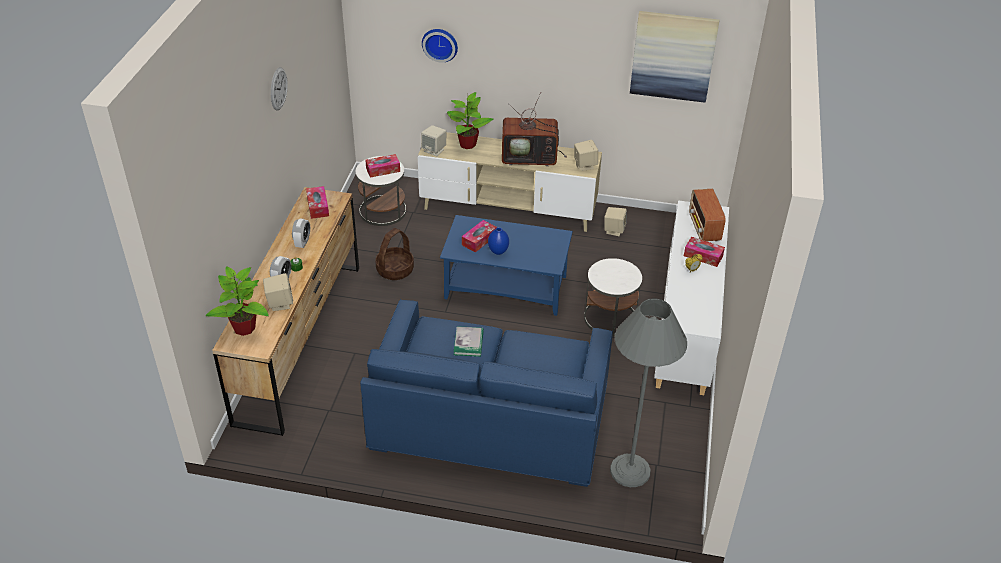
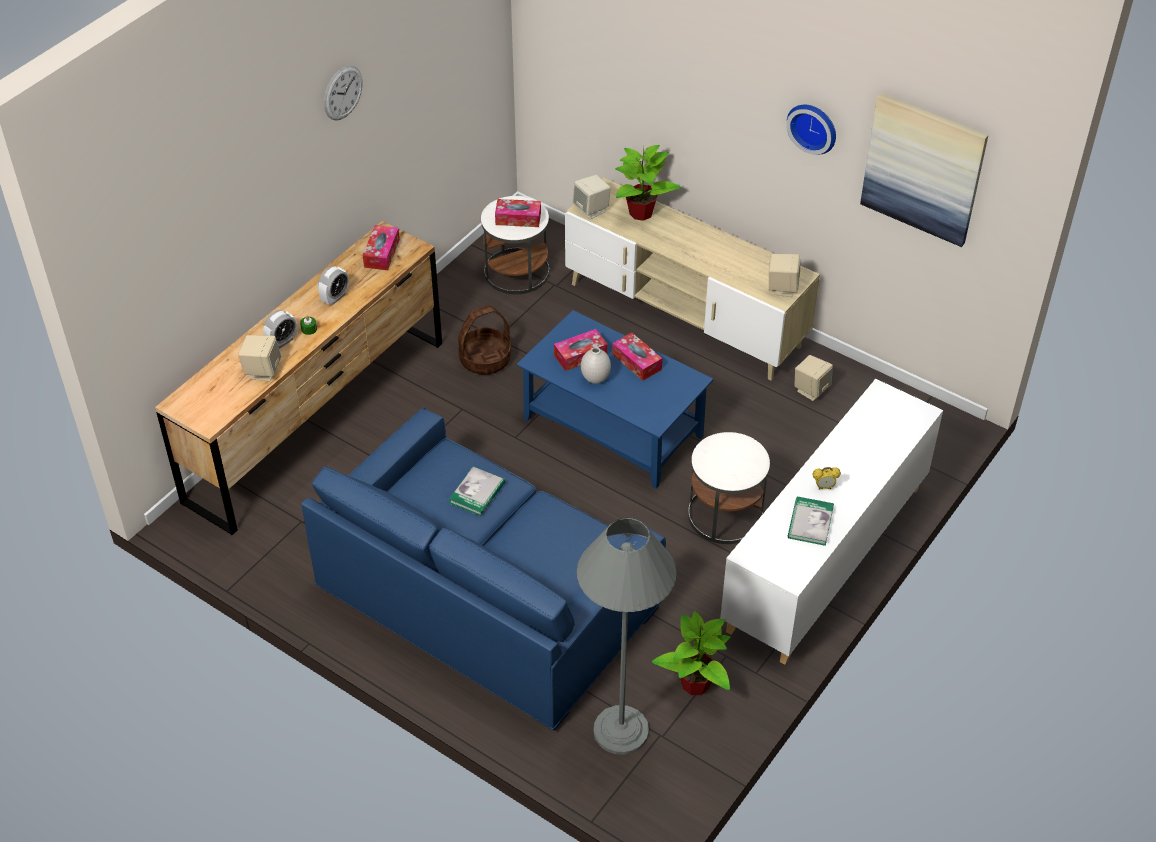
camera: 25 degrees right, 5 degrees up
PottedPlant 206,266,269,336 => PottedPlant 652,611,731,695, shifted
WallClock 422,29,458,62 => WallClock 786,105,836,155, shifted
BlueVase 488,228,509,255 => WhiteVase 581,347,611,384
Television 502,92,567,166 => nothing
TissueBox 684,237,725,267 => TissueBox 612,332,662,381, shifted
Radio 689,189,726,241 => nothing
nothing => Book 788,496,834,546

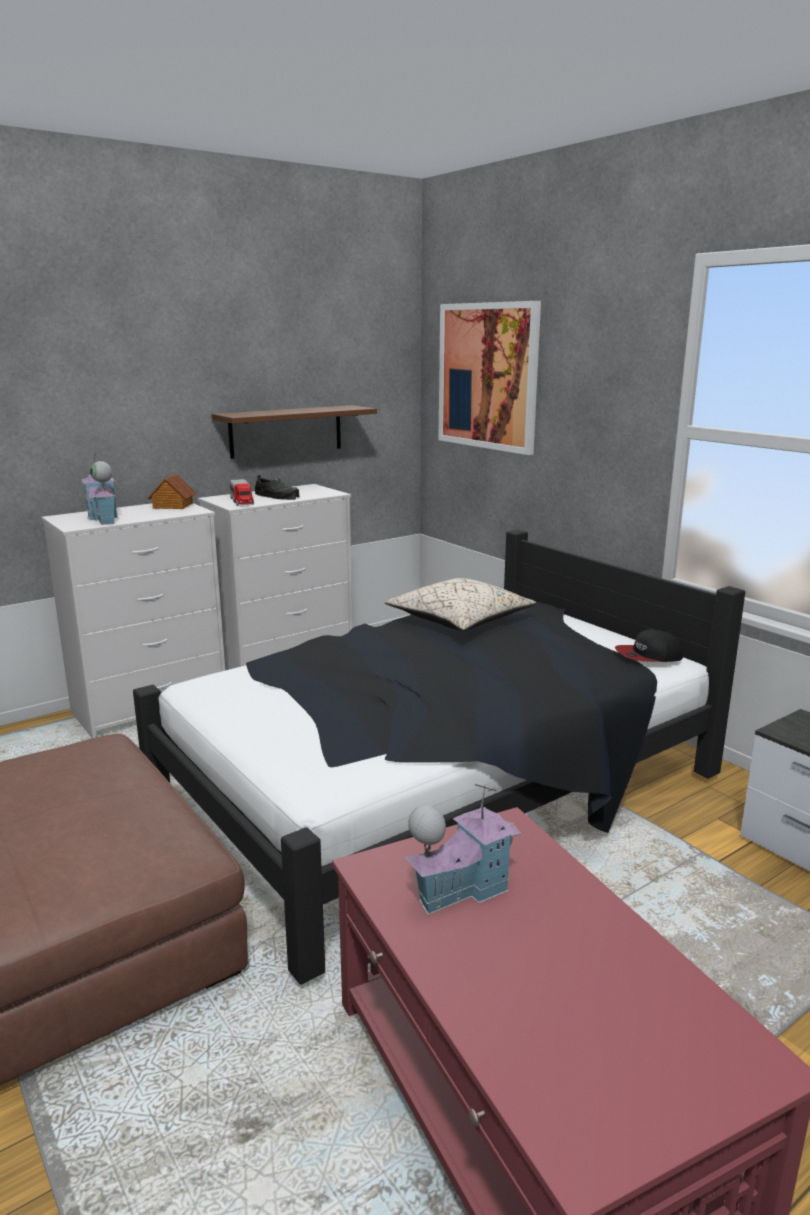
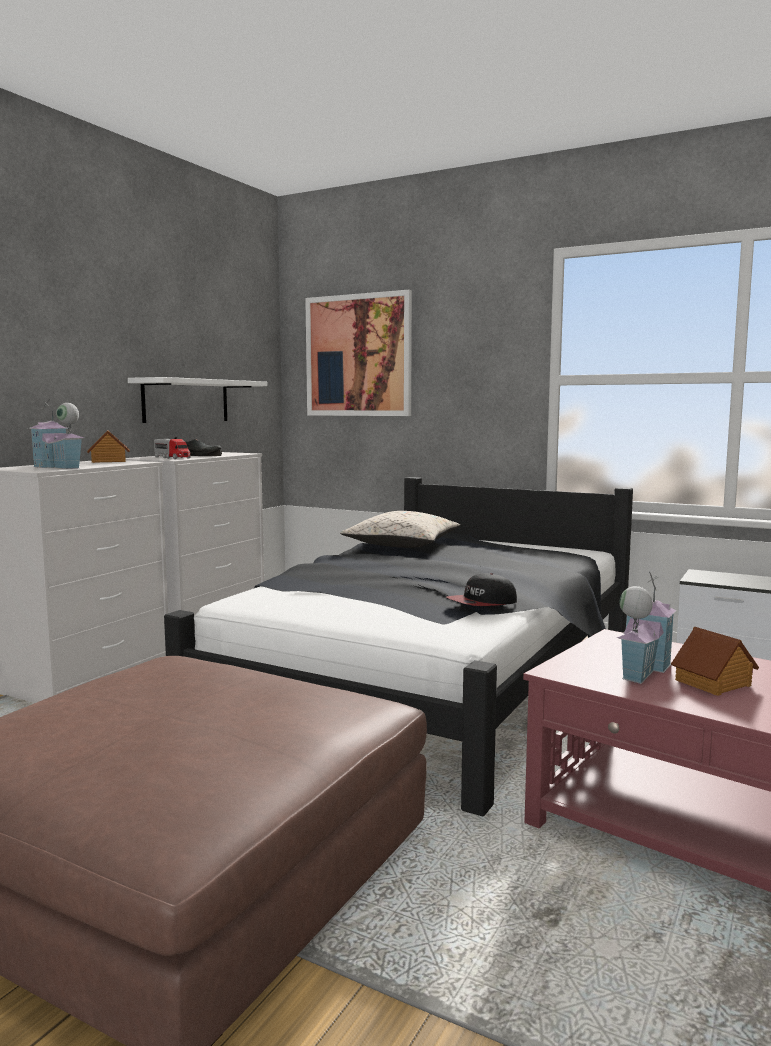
camera: 25 degrees left, 10 degrees down
BrownShelf 211,405,377,459 => WhiteShelf 128,377,267,423
Cap 615,629,683,662 => Cap 447,573,517,606, shifted
nothing => ToyHouse 671,627,759,696

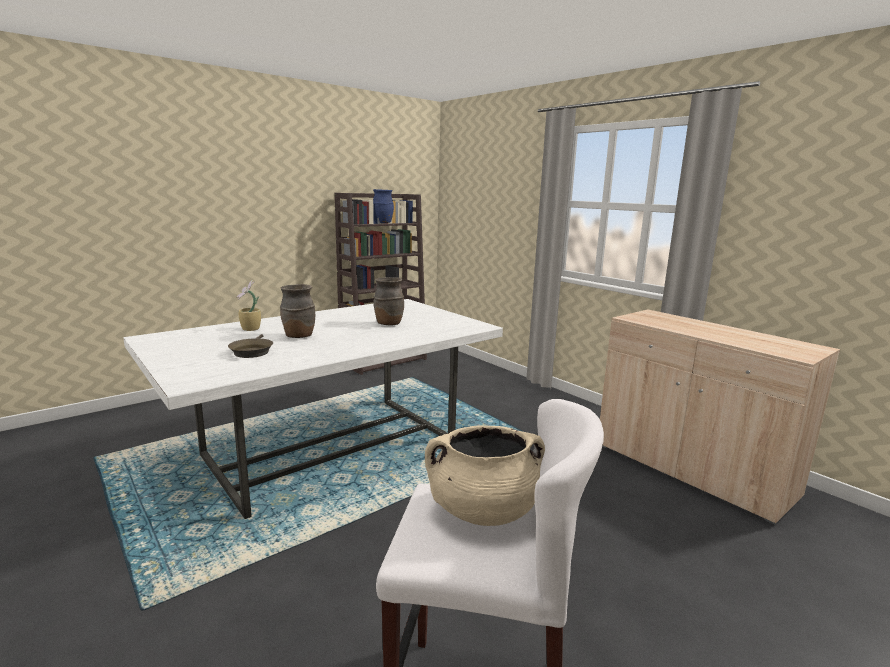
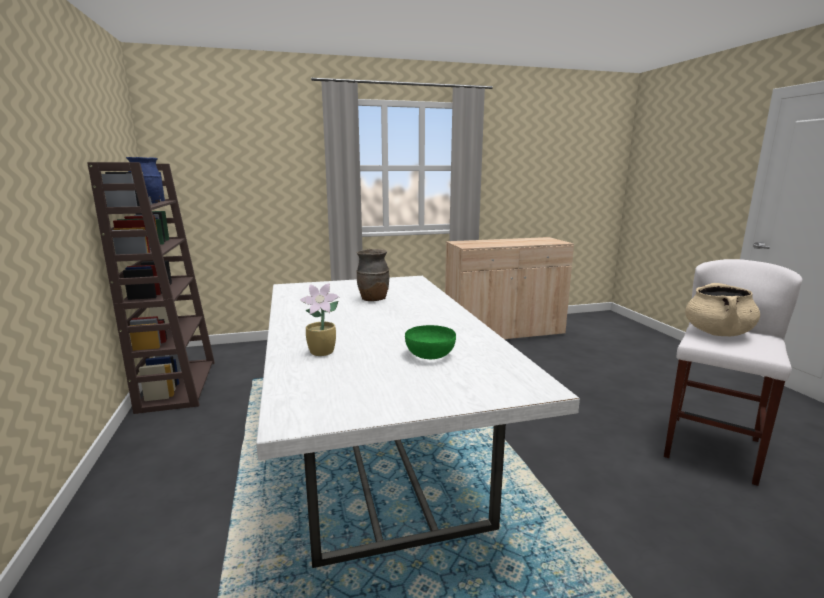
camera: 65 degrees left, 0 degrees up
BrownFryingPan 228,334,273,358 => GreenBowl 405,325,456,359
BrownVase 280,284,315,338 => nothing

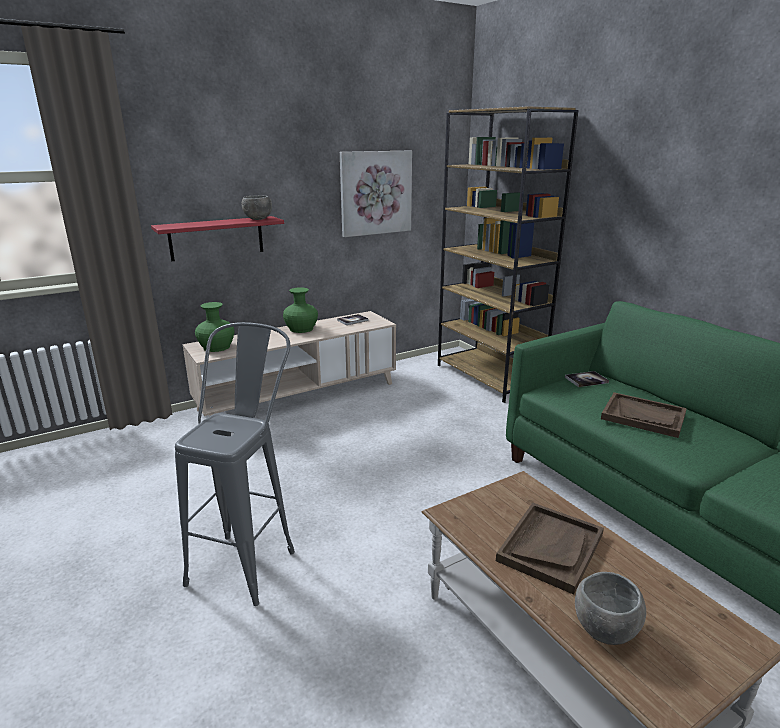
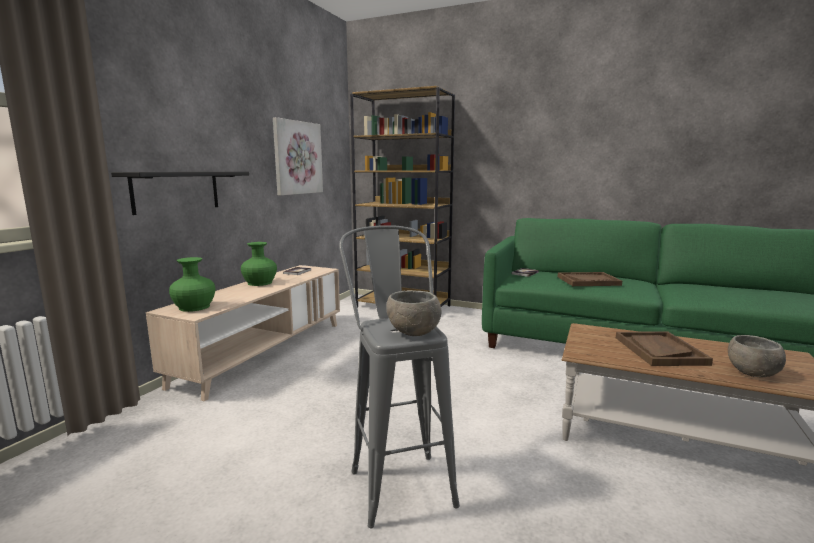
camera: 35 degrees left, 10 degrees down
RedShelf 151,216,284,261 => BlackShelf 111,172,249,215
GreyBowl 242,195,272,220 => GreyBowl 386,290,442,336, shifted

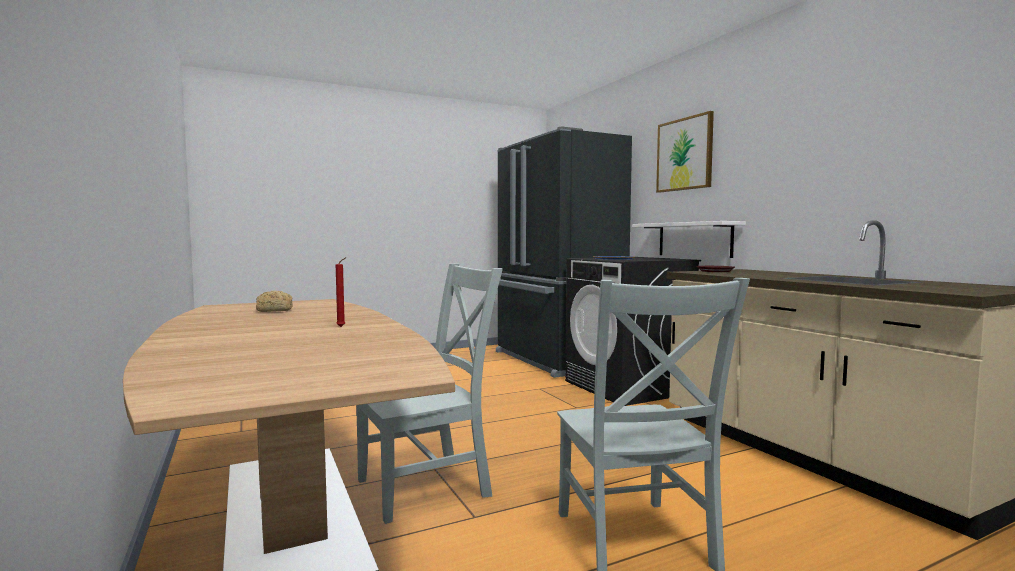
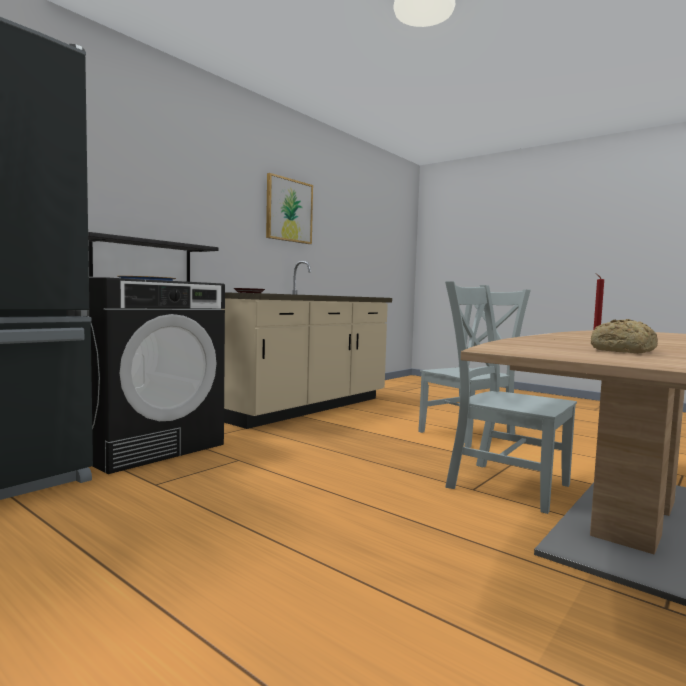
camera: 115 degrees left, 0 degrees up
WhiteShelf 632,221,746,258 => BlackShelf 88,232,218,282
Picture 656,111,714,193 => Picture 266,173,313,244, shifted

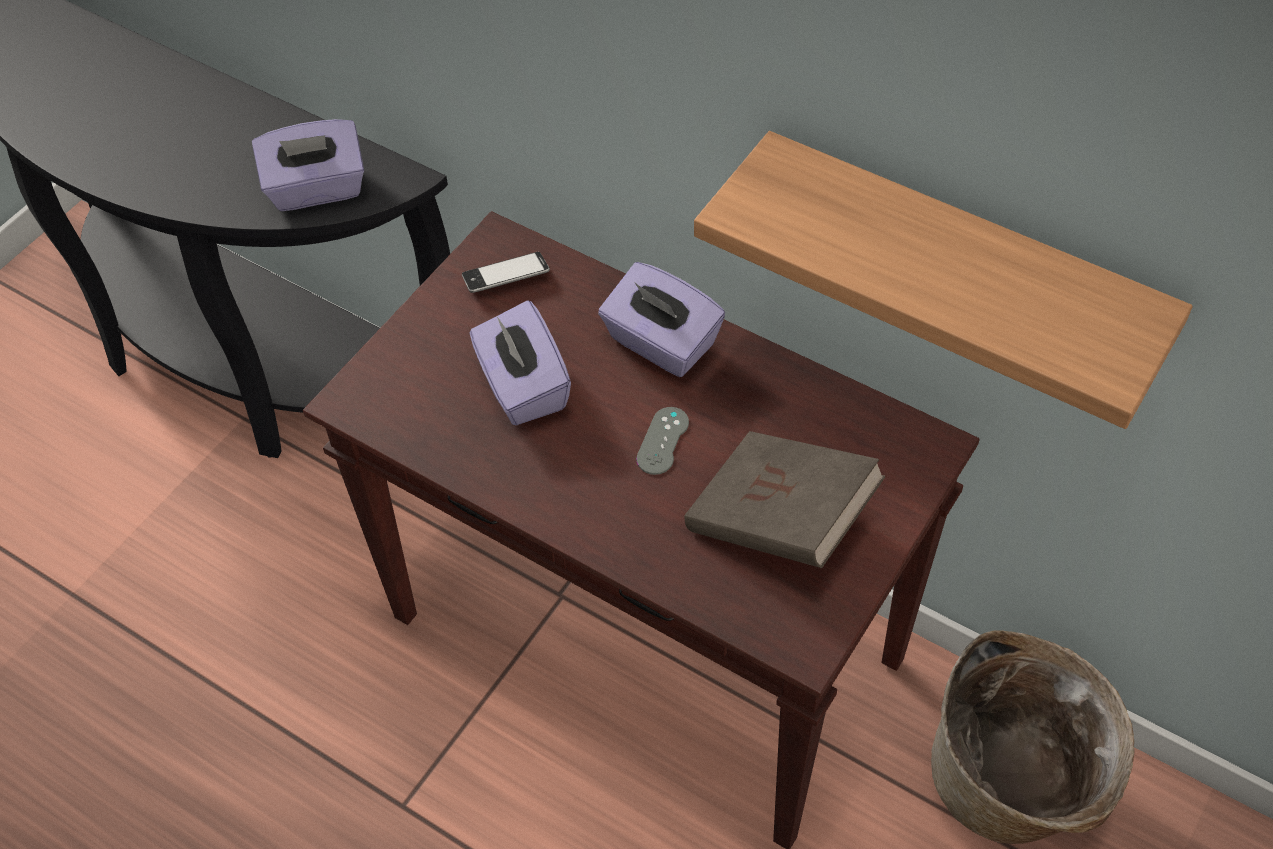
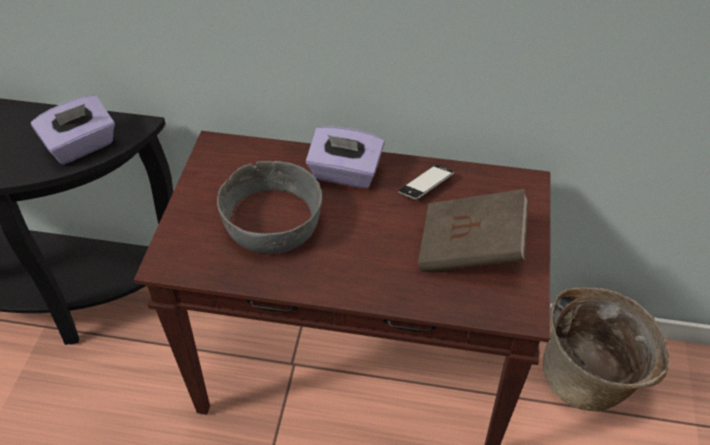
camera: 25 degrees left, 5 degrees down
Phone 462,252,550,293 => Phone 398,165,454,200, shifted
PurpleTissueBox 470,300,571,425 => GreyBowl 217,161,322,254
GreyGameController 636,407,689,475 => nothing
Shelf 694,131,1192,429 => nothing

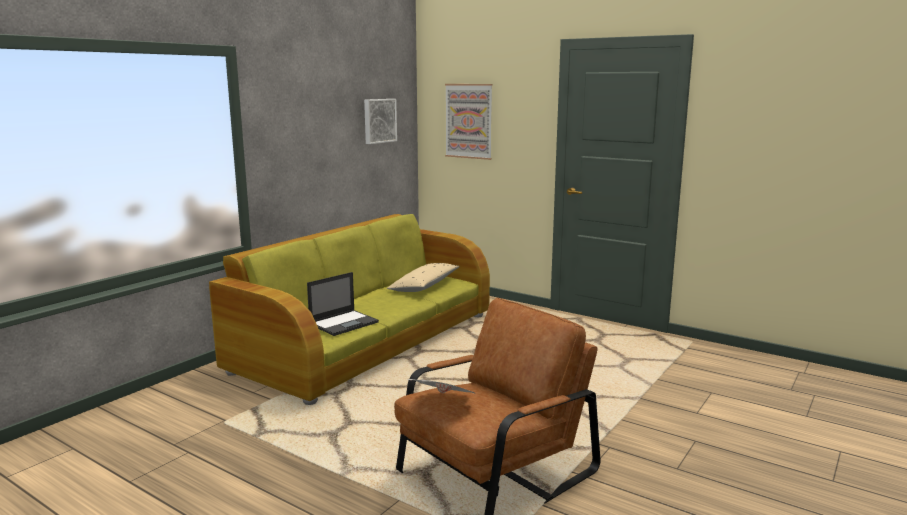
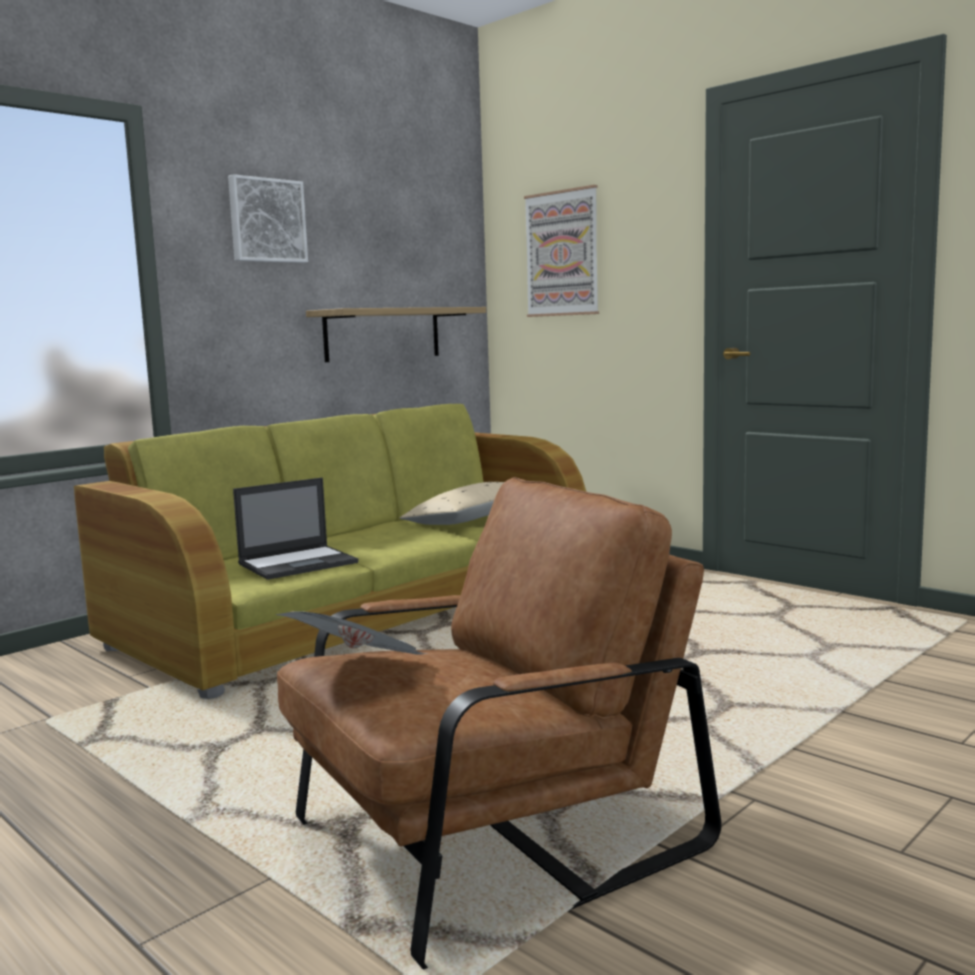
camera: 10 degrees right, 5 degrees down
Picture 364,99,397,144 => Picture 228,174,308,263, shifted
nothing => Shelf 306,307,486,362

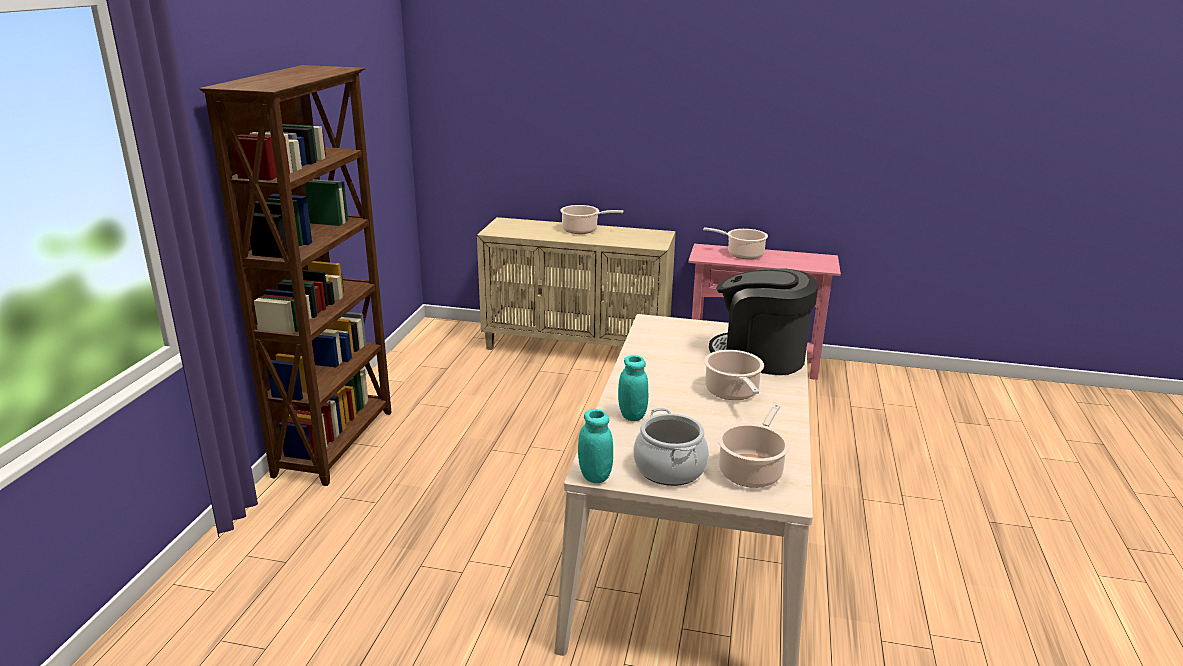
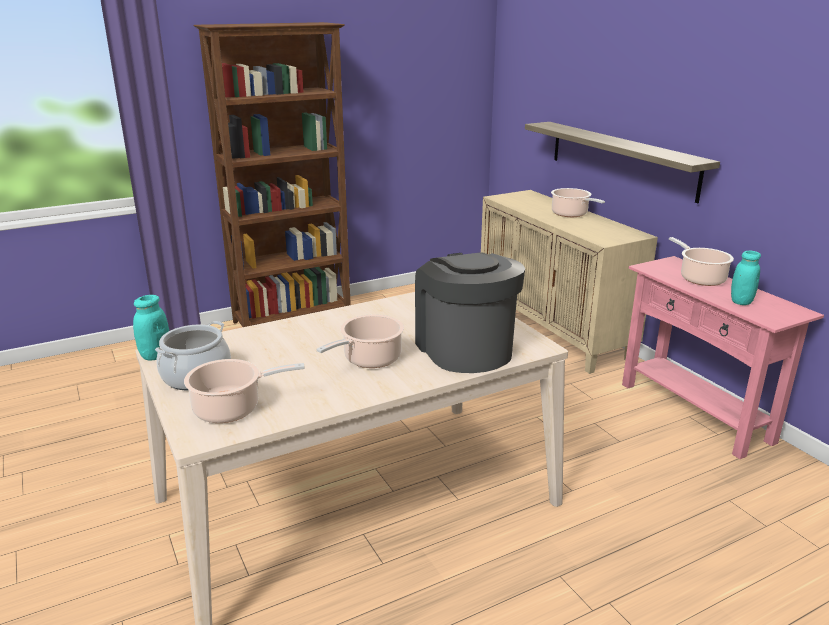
camera: 50 degrees right, 0 degrees up
TurquoiseJar 618,355,648,421 => TurquoiseJar 731,251,761,305, shifted
nothing => Shelf 525,122,720,203

